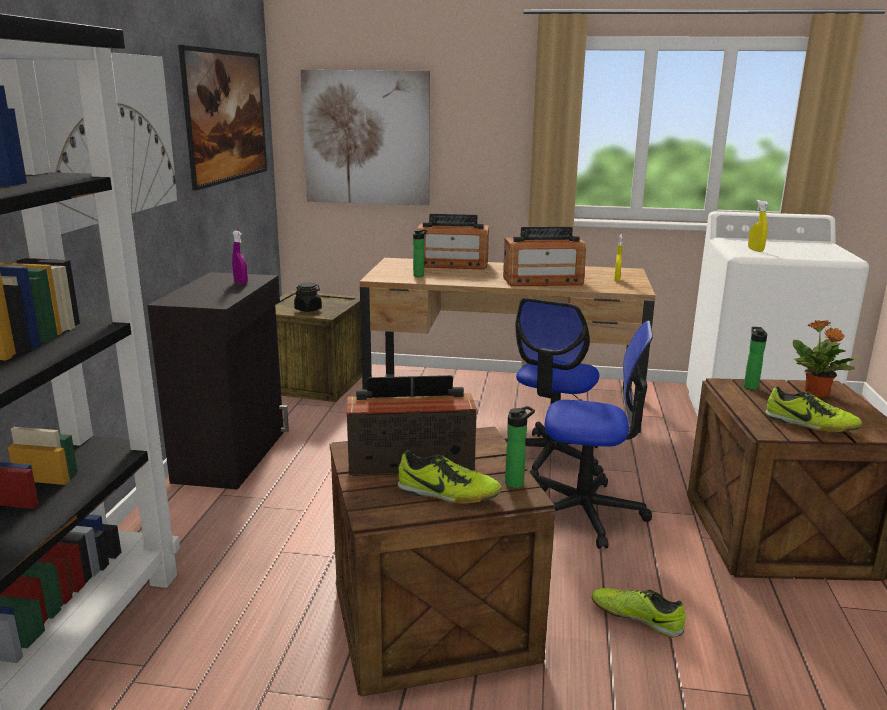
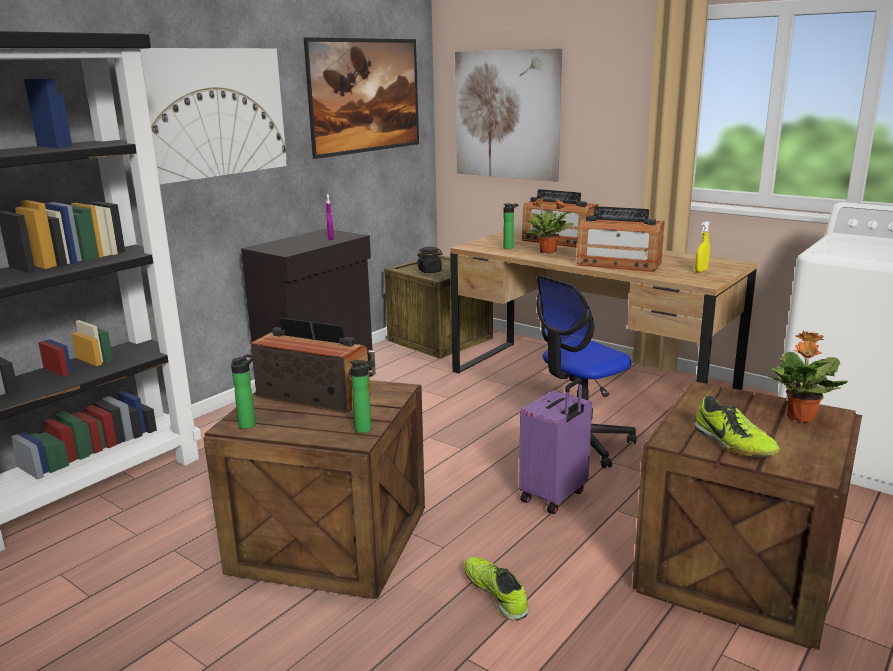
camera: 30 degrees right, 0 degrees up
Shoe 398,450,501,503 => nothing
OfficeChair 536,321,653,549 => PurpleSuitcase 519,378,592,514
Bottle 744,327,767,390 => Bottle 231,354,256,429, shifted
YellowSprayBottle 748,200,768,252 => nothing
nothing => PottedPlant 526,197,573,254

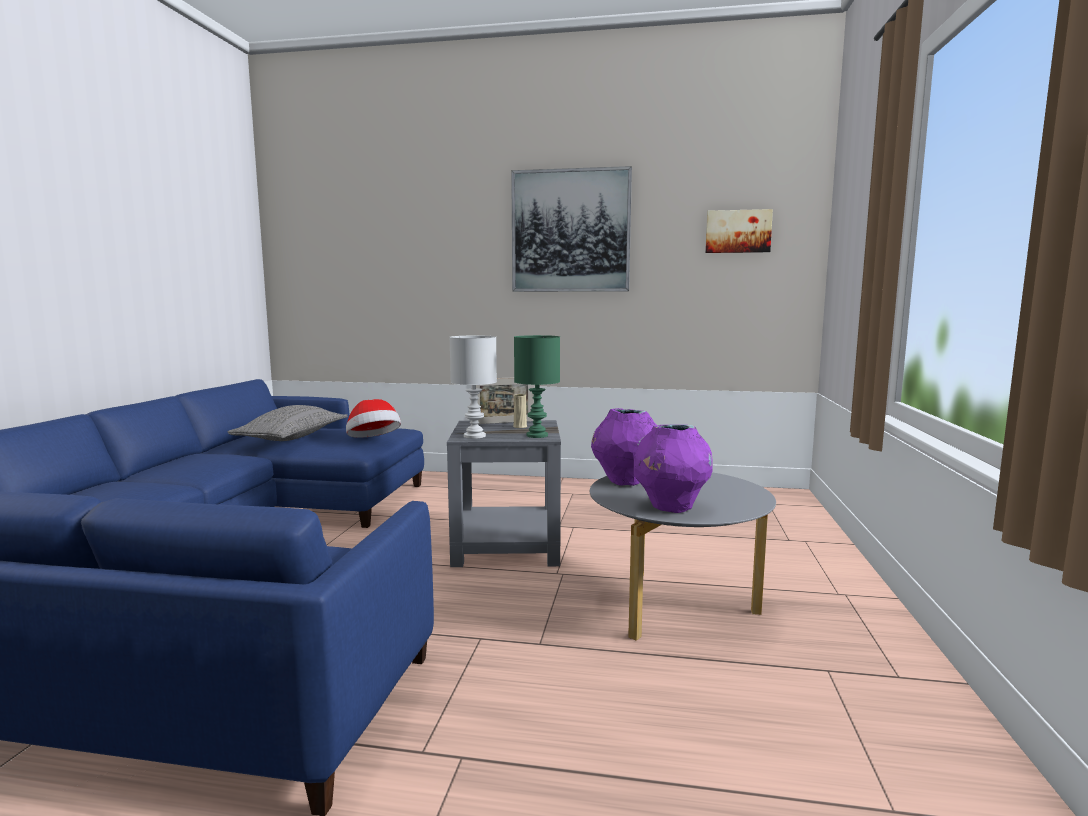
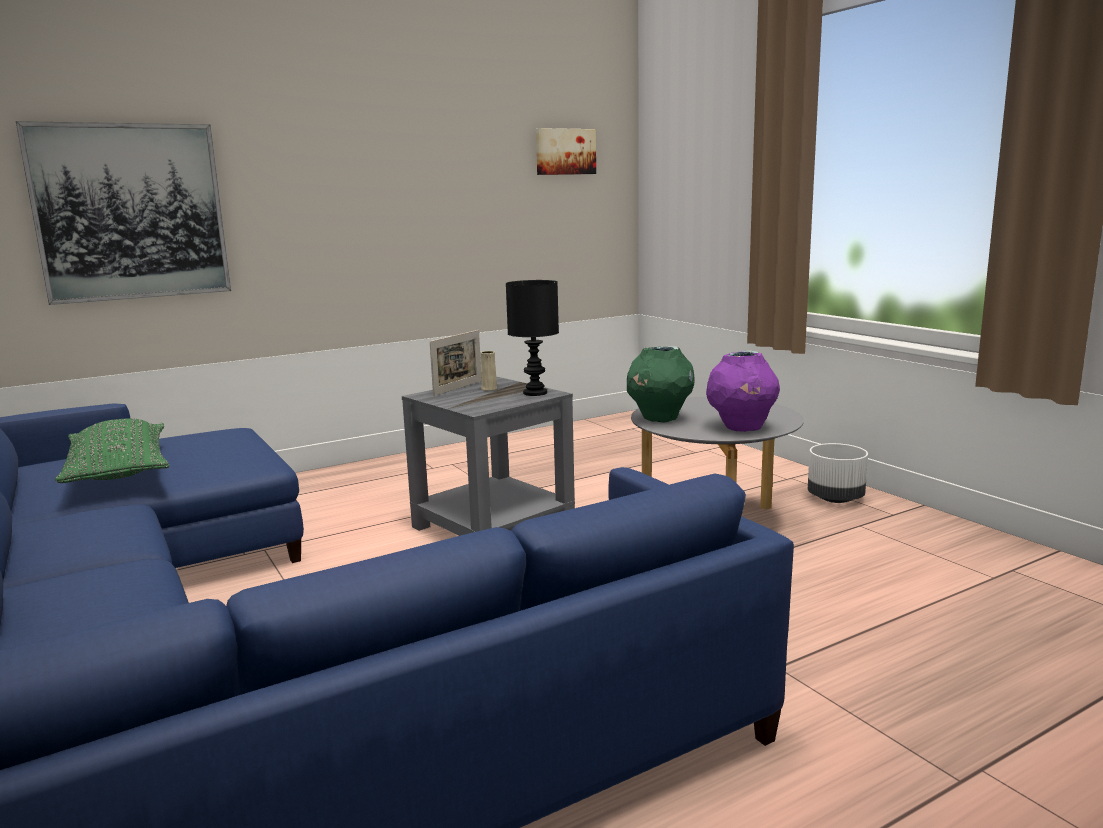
camera: 40 degrees left, 5 degrees up
GreyPillow 228,405,348,441 => GreenPillow 55,418,169,483
Hat 346,399,401,438 => nothing
WhiteTableLamp 450,335,497,439 => nothing
Picture 511,166,632,292 => Picture 16,121,231,305, shifted
GreenTableLamp 514,335,560,438 => BlackTableLamp 506,280,559,396
PurpleVase 591,408,656,486 => GreenVase 627,346,695,423
nothing => WhitePlanter 808,443,868,503

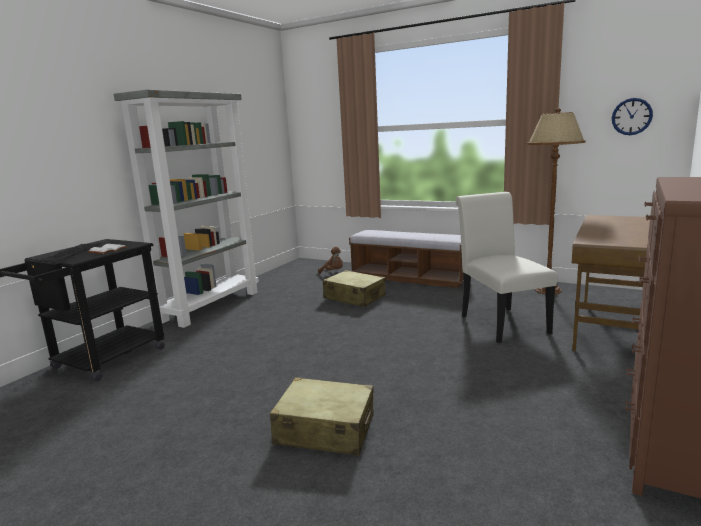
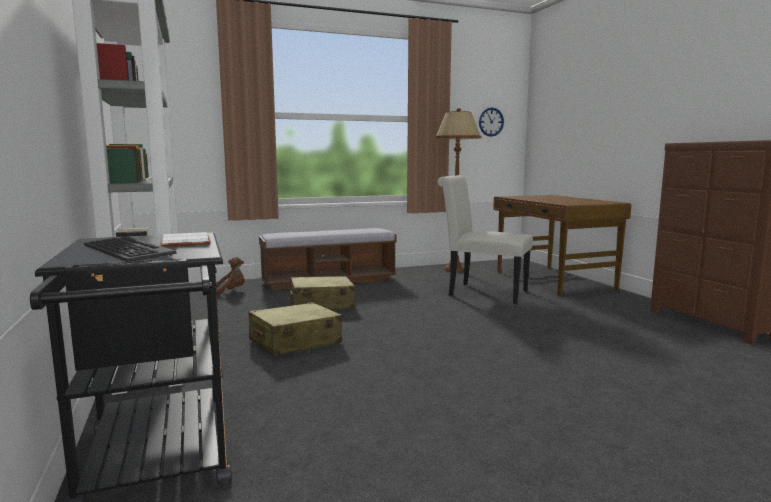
camera: 50 degrees left, 5 degrees down
BeigeSuitcase 270,377,374,456 => BeigeSuitcase 249,302,342,356, shifted

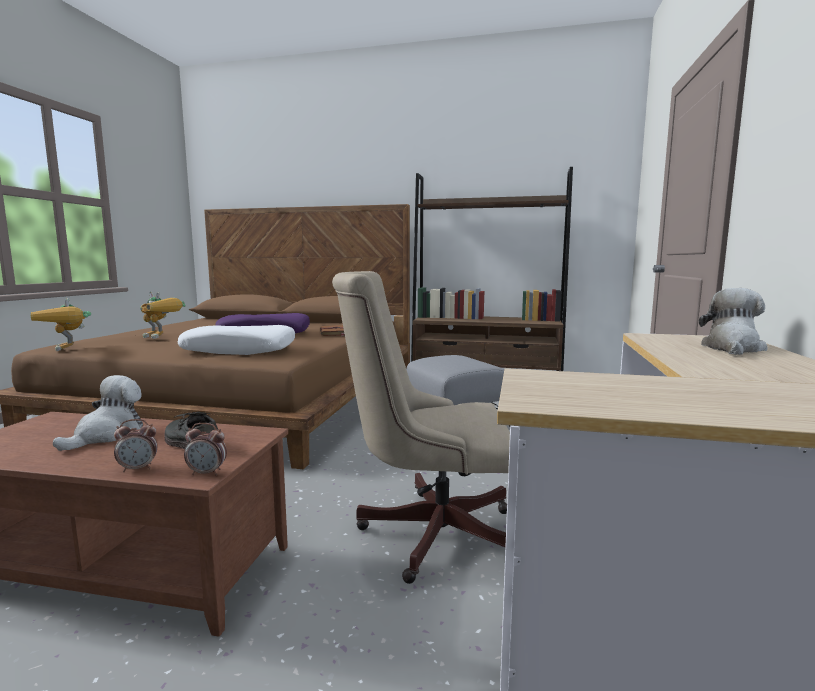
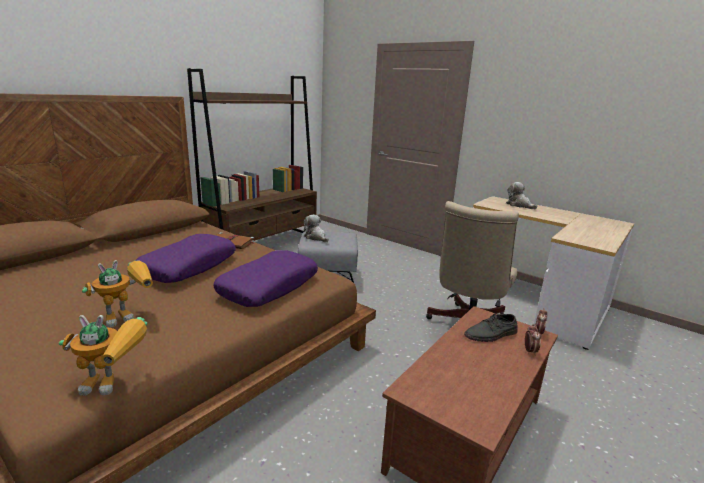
camera: 65 degrees left, 10 degrees up
PlushToy 53,375,143,451 => PlushToy 304,214,329,242, shifted
WhitePillow 178,325,295,355 => PurplePillow 213,250,318,307

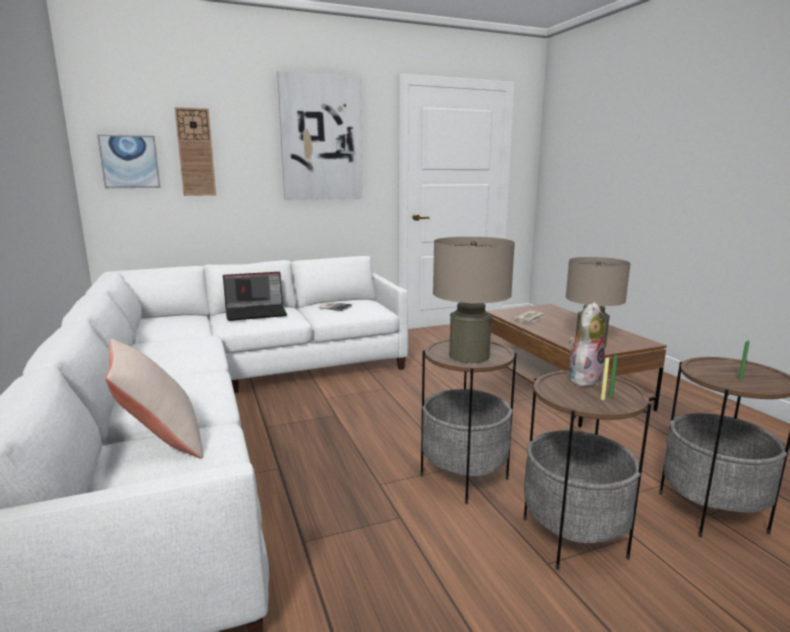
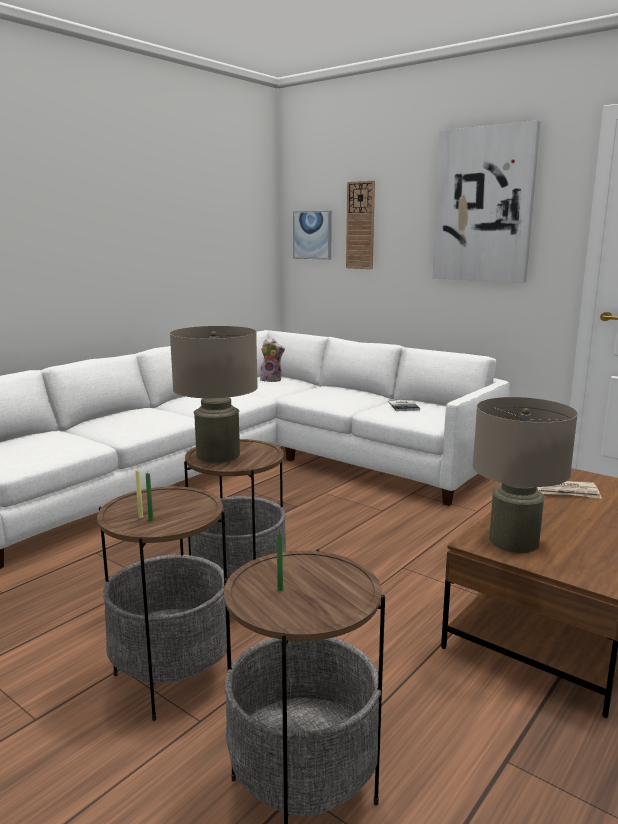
camera: 60 degrees right, 0 degrees up
BeigePillow 105,339,204,459 => nothing
Laptop 223,272,287,321 => nothing
PlushToy 569,302,606,387 => PlushToy 260,338,285,382, shifted

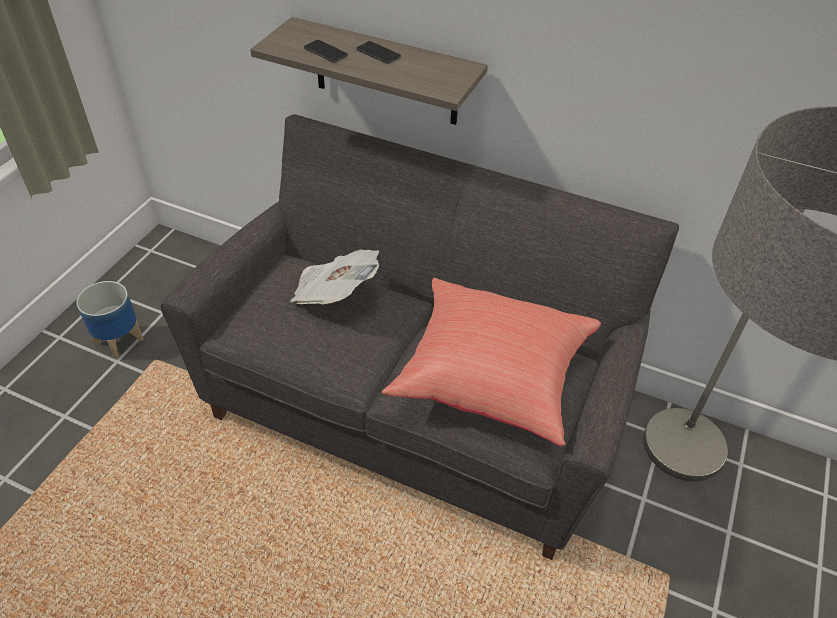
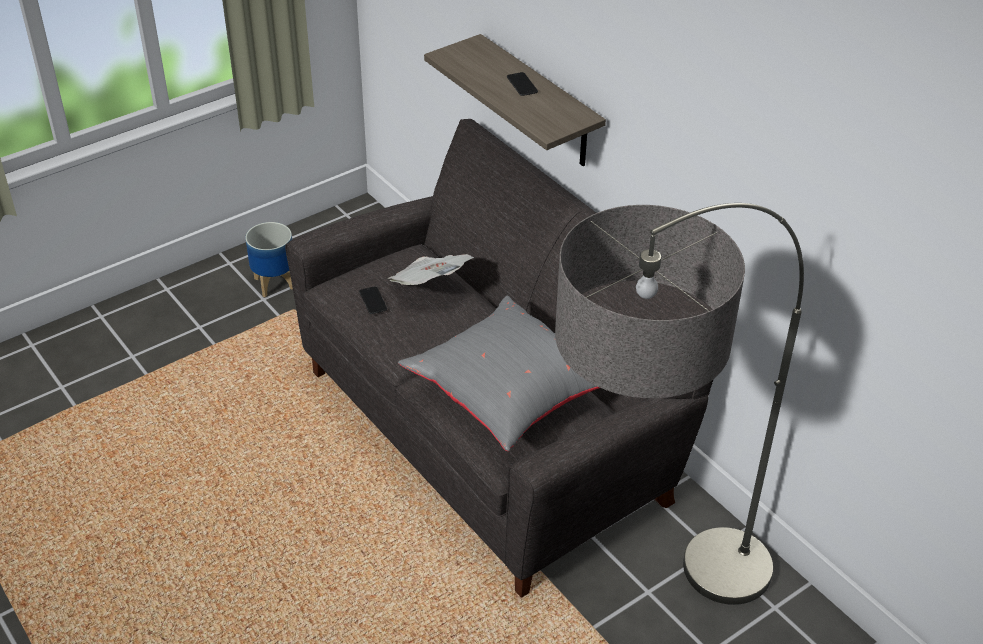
camera: 30 degrees right, 5 degrees down
Phone 304,40,348,62 => Phone 359,286,387,314, shifted
RedPillow 382,278,601,446 => GreyPillow 398,296,600,451

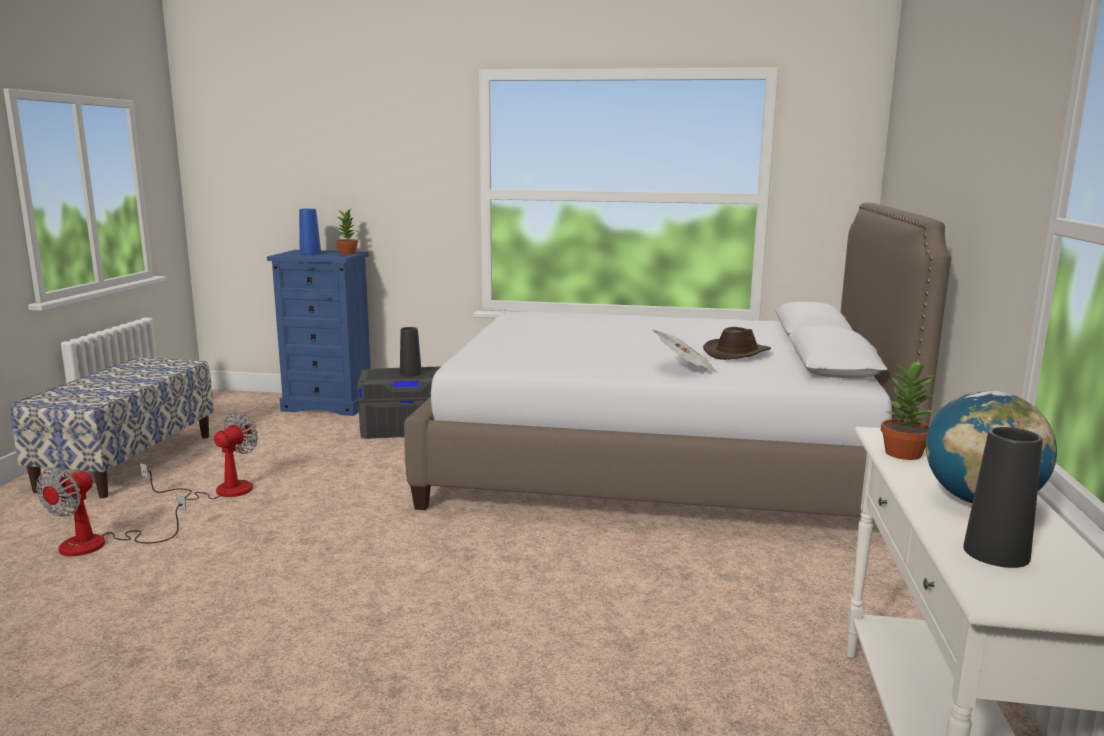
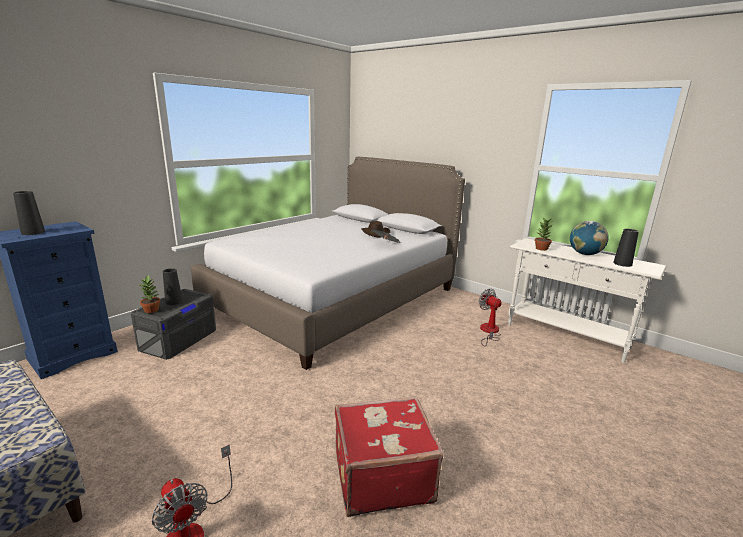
camera: 60 degrees left, 5 degrees up
Fan 140,412,258,500 => Fan 479,288,502,346, shifted
BlueVase 299,209,321,255 => BlackVase 13,191,45,235
PottedPlant 336,208,358,255 => PottedPlant 138,274,160,313, shifted
nothing => RedSuitcase 335,396,444,517

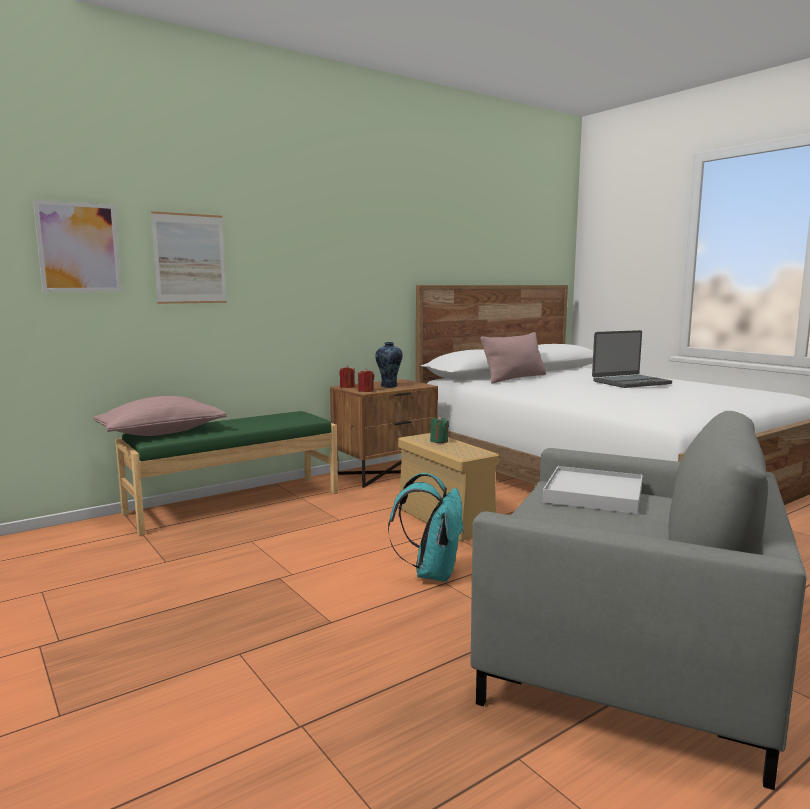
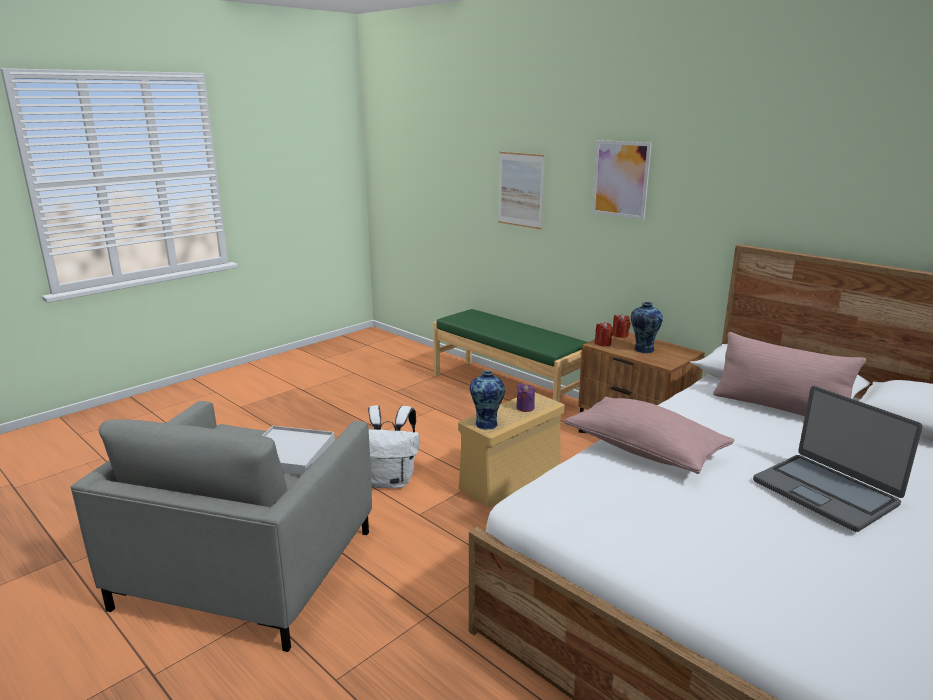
camera: 80 degrees right, 10 degrees up
Picture 33,200,122,292 => Picture 592,140,652,220, shifted
PinkPillow 93,396,227,436 => PinkPillow 564,397,734,474, shifted
TurquoiseBackpack 388,473,464,582 => WhiteBackpack 368,405,419,488
GreenCandle 430,416,449,443 => PurpleCandle 517,383,535,412
nothing => Vase 470,370,505,430

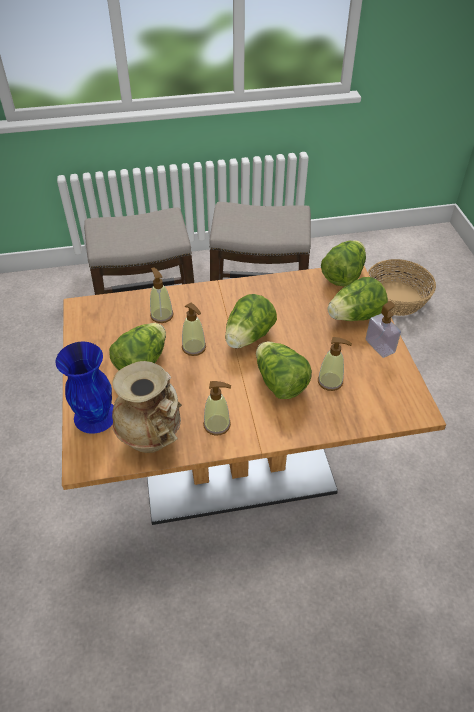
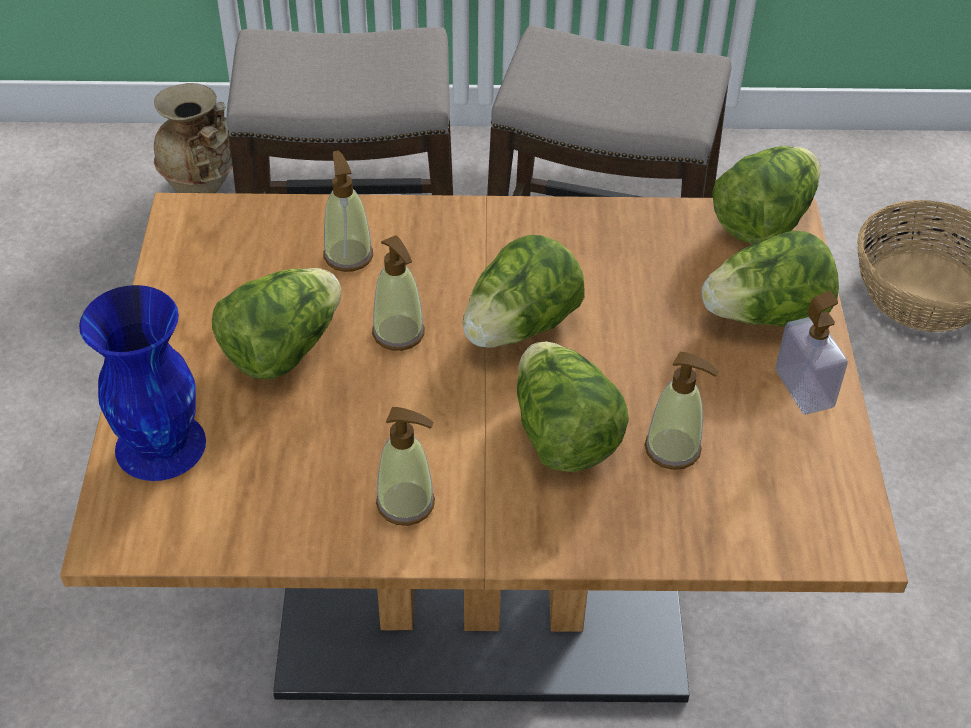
camera: 10 degrees right, 0 degrees up
BeigeVase 112,361,182,453 => BeigeVase 154,83,233,193, shifted

